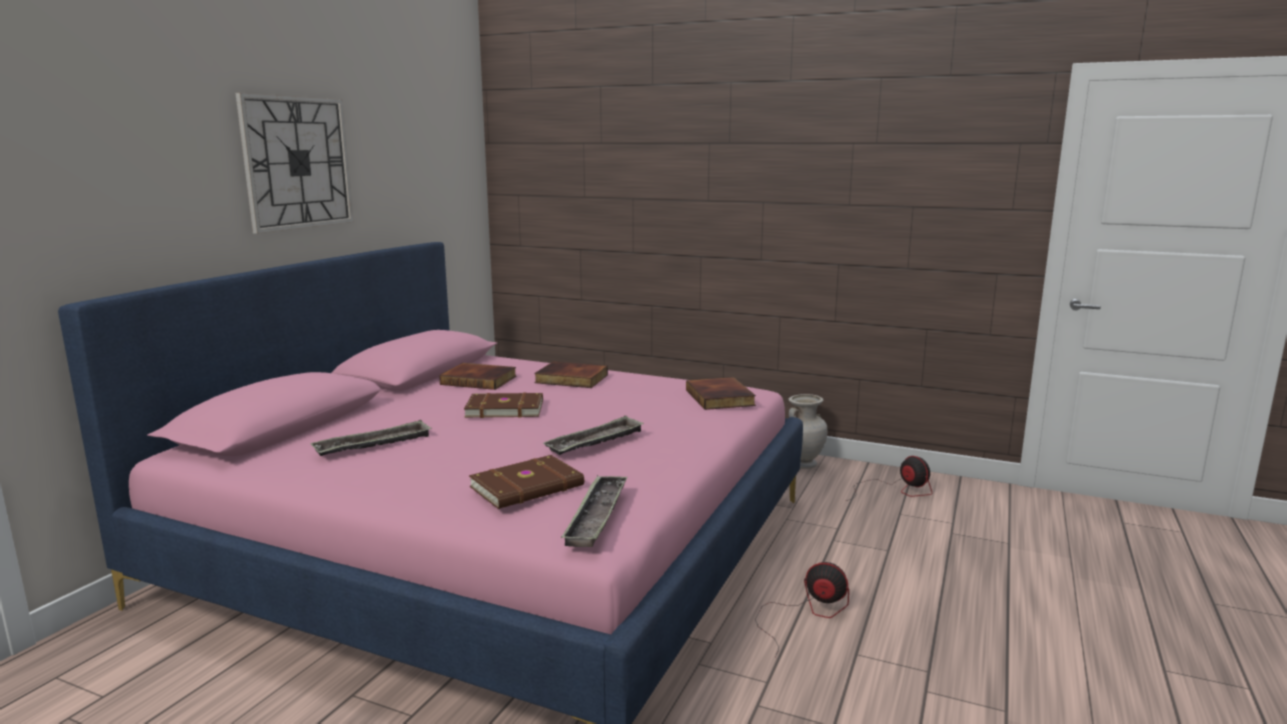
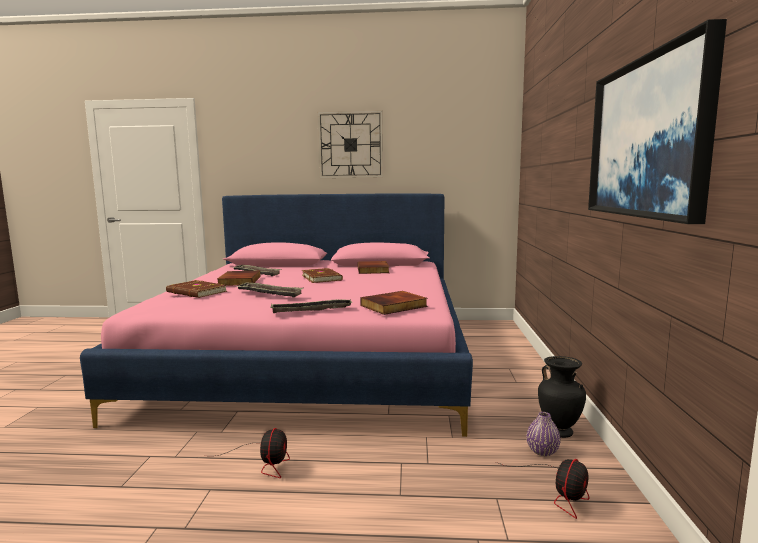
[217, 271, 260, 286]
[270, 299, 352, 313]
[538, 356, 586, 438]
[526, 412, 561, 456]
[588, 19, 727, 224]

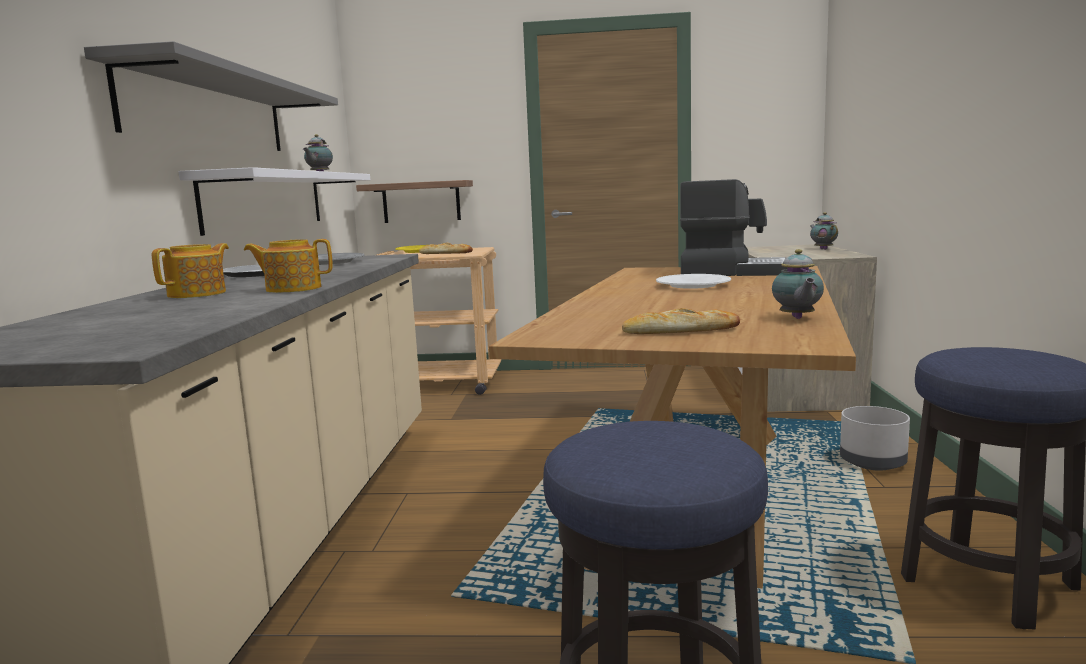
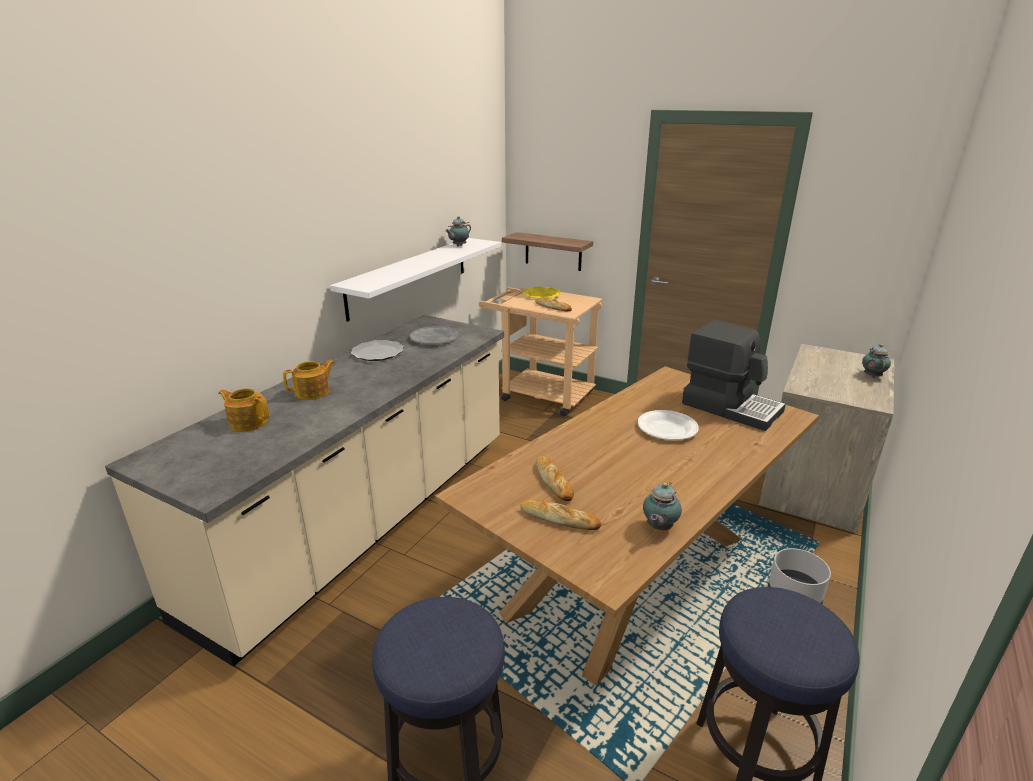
[84, 41, 338, 151] (first image)
[218, 388, 269, 432]
[536, 456, 574, 501]

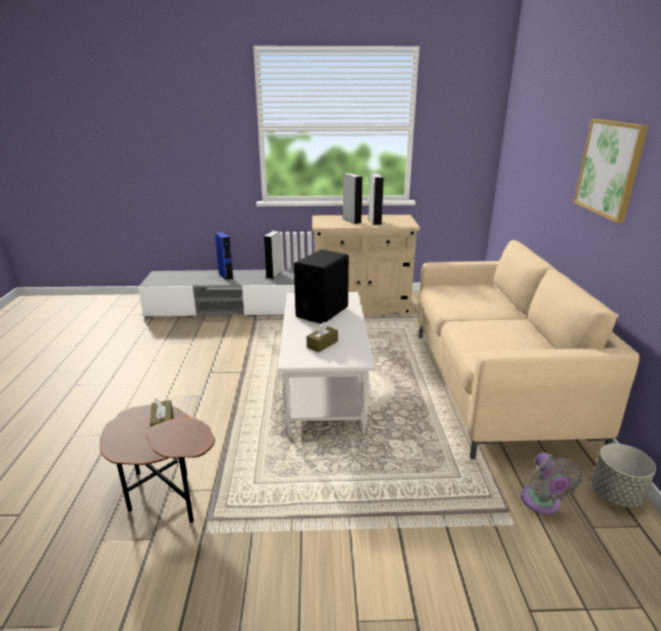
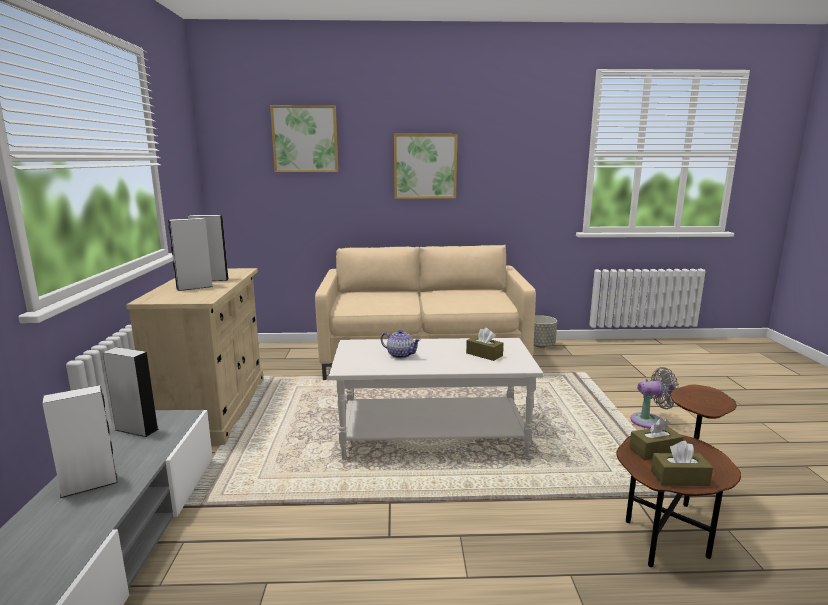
[42, 385, 117, 498]
[381, 330, 421, 359]
[630, 367, 679, 429]
[270, 105, 338, 172]
[651, 441, 713, 486]

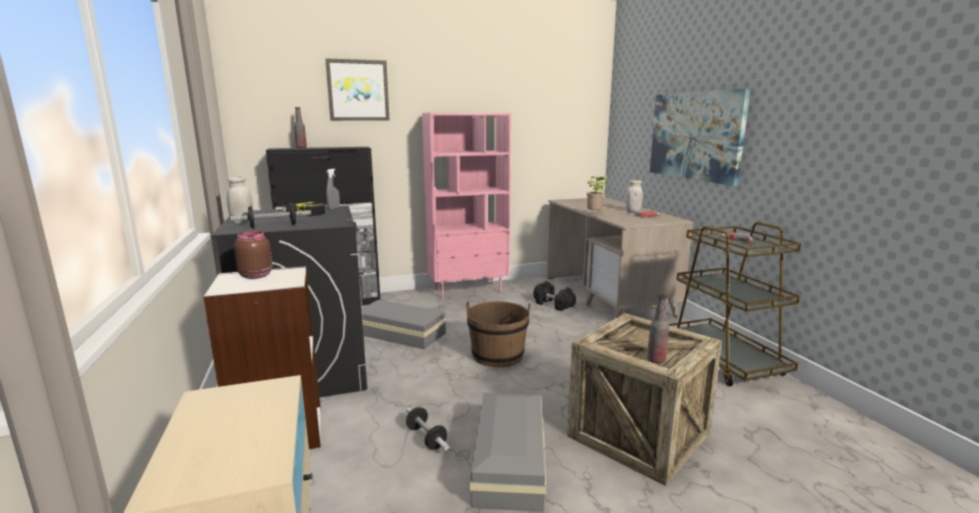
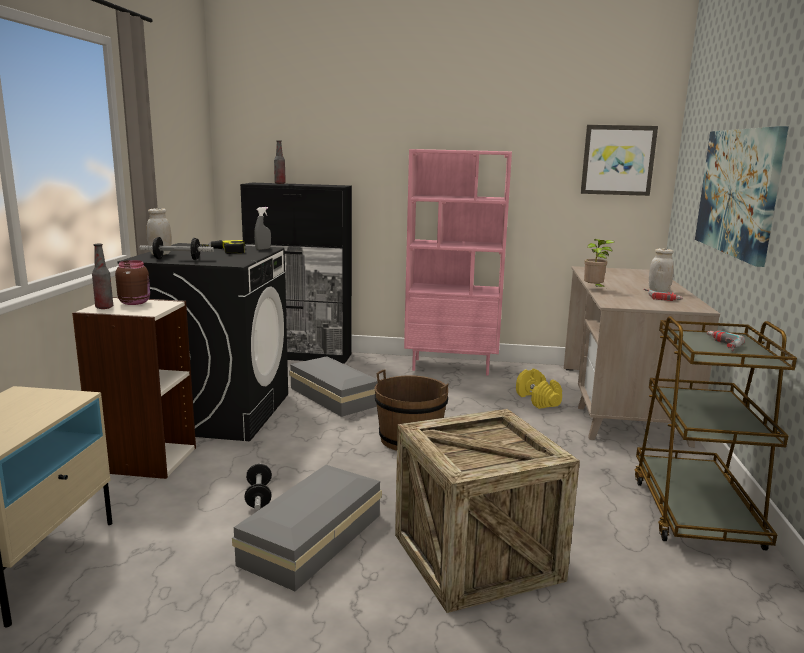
[581, 125, 658, 196]
[516, 369, 562, 409]
[92, 244, 113, 309]

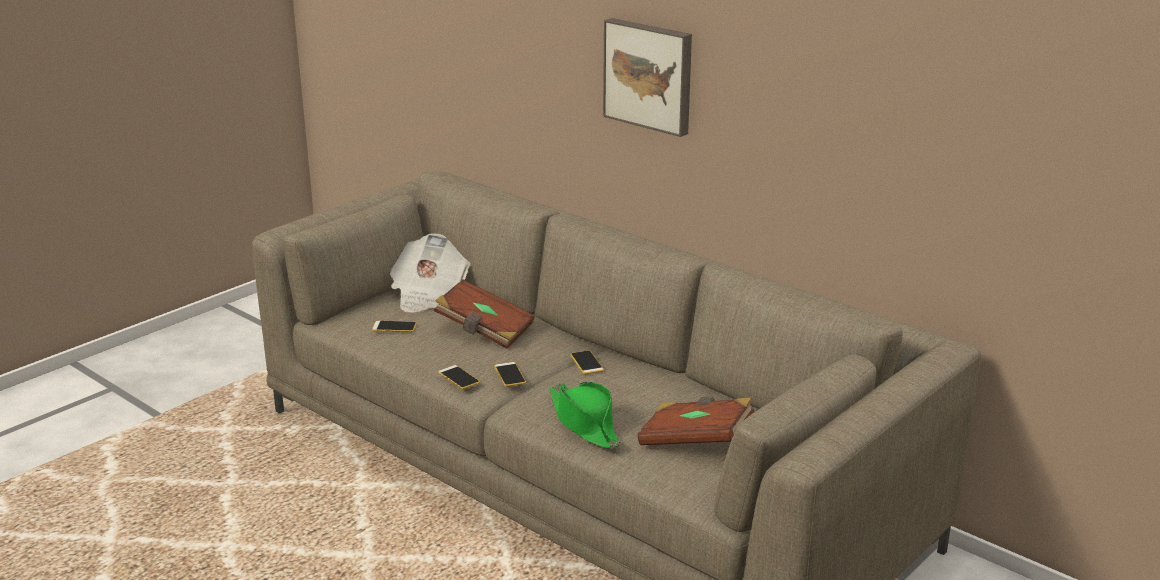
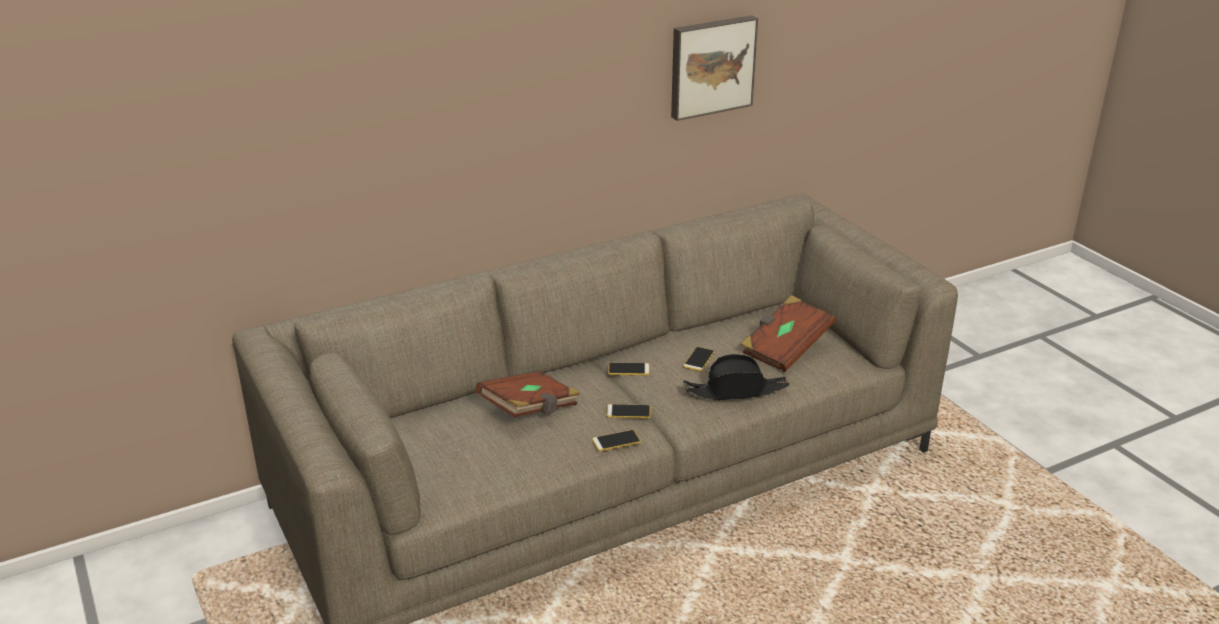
[683, 347, 715, 372]
[389, 233, 471, 312] (first image)
[682, 354, 790, 401]
[671, 15, 758, 121]

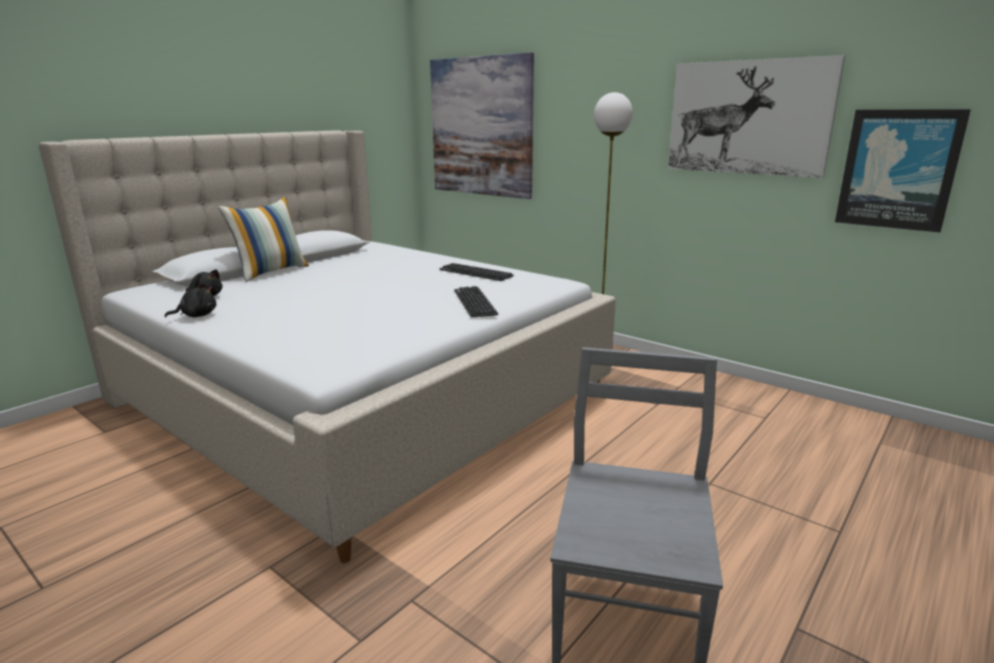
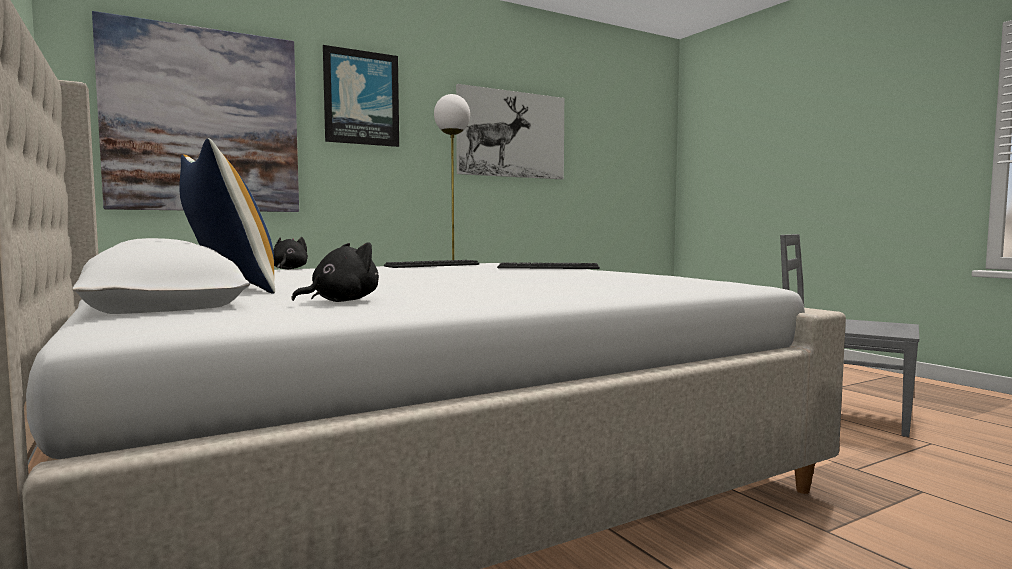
[273, 237, 308, 269]
[323, 45, 399, 147]

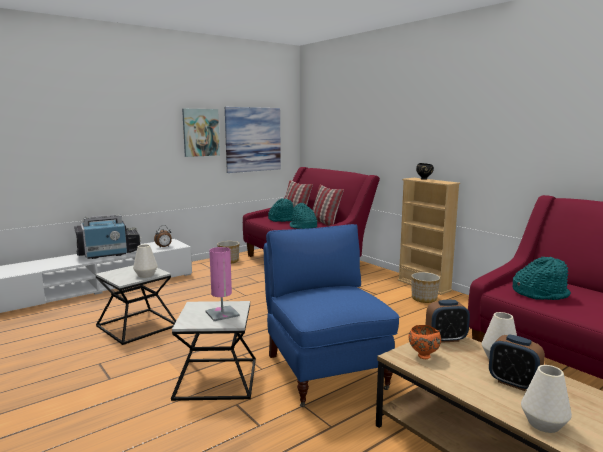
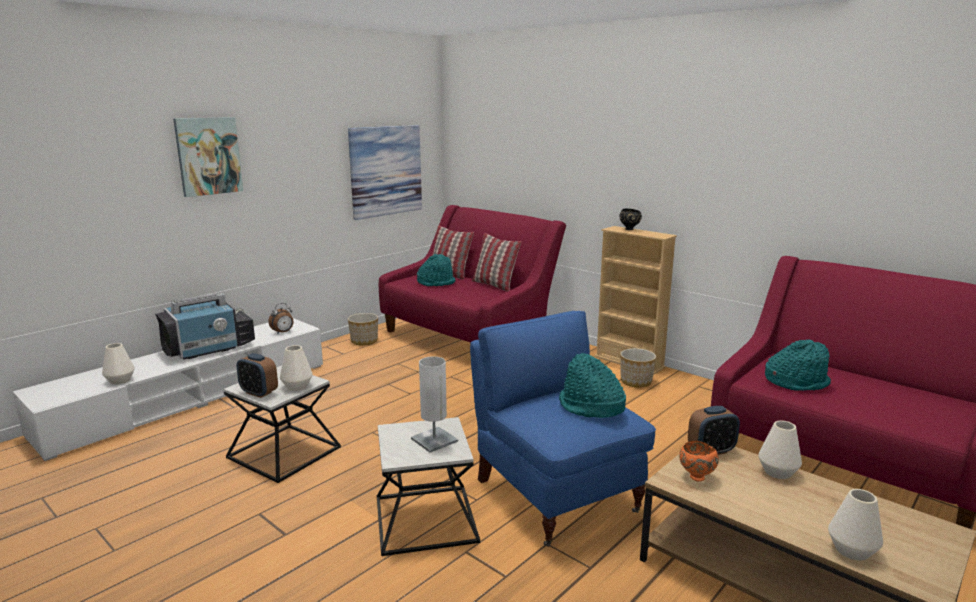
[173, 117, 243, 197]
[411, 357, 458, 453]
[559, 353, 626, 418]
[237, 353, 278, 398]
[102, 343, 135, 384]

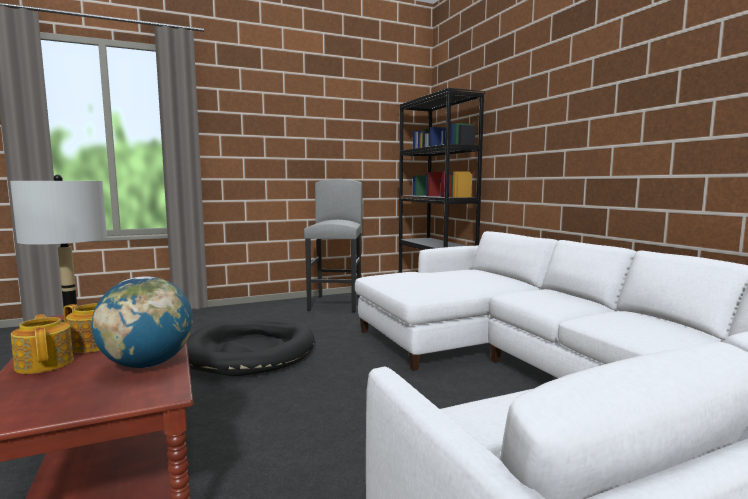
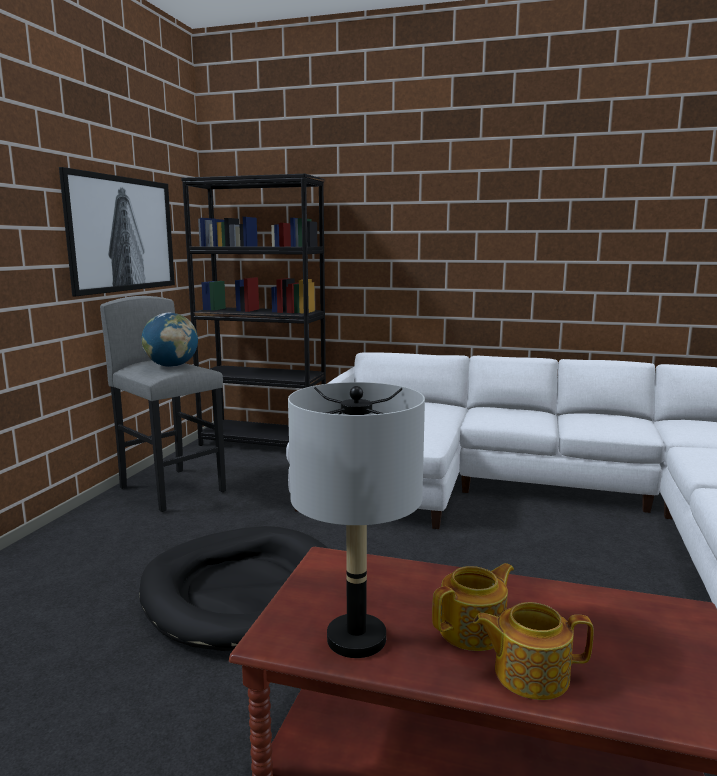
[142, 313, 198, 367]
[59, 167, 175, 296]

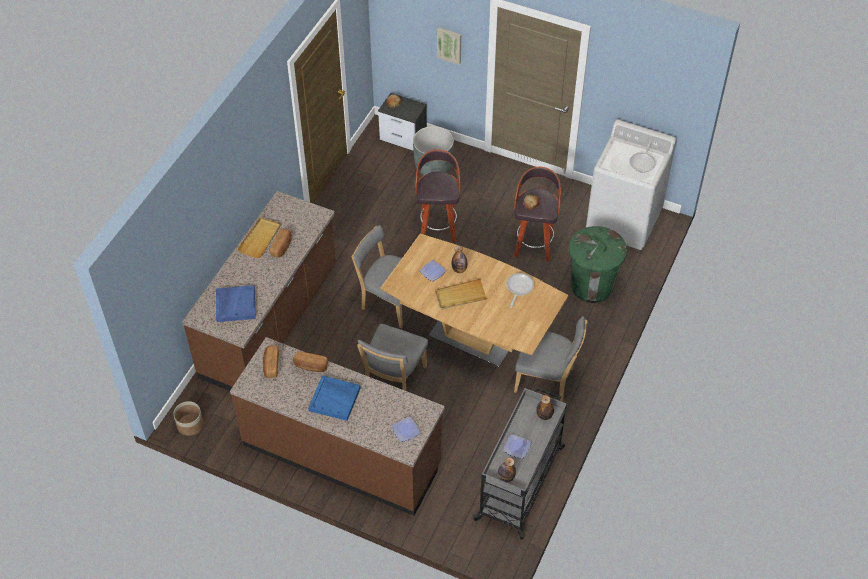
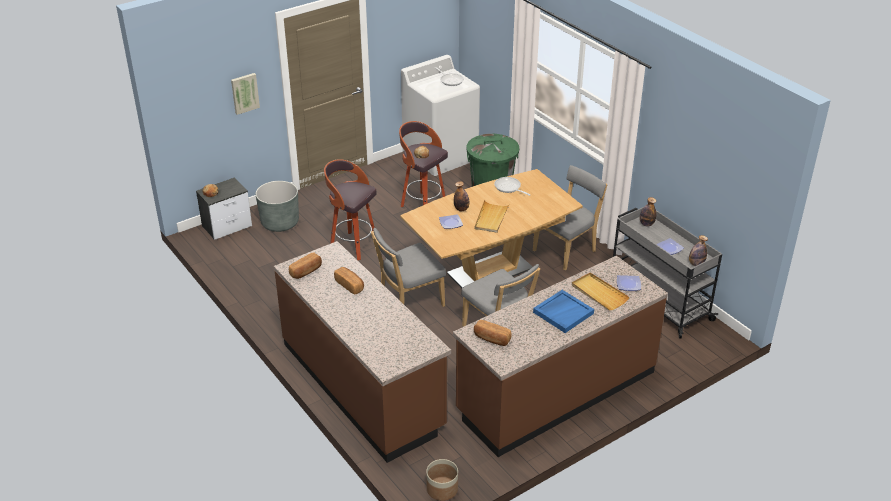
[216, 285, 256, 322] (first image)
[572, 273, 630, 311]
[289, 252, 322, 279]

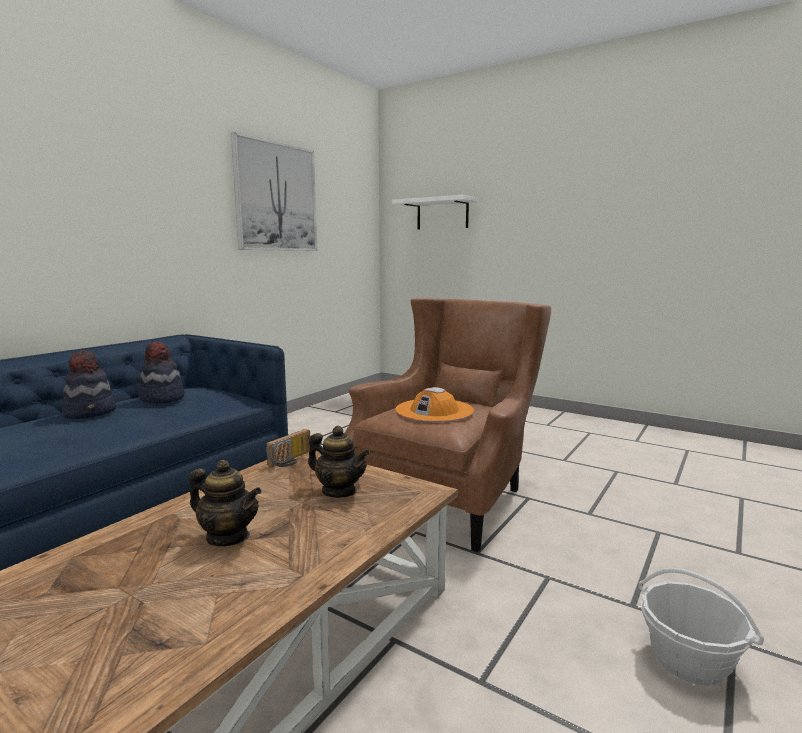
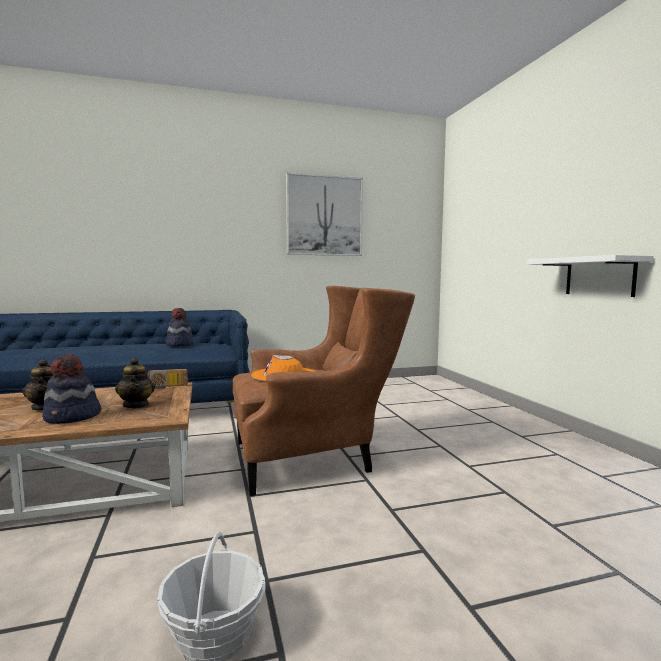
[42, 355, 101, 424]
[527, 255, 653, 297]

